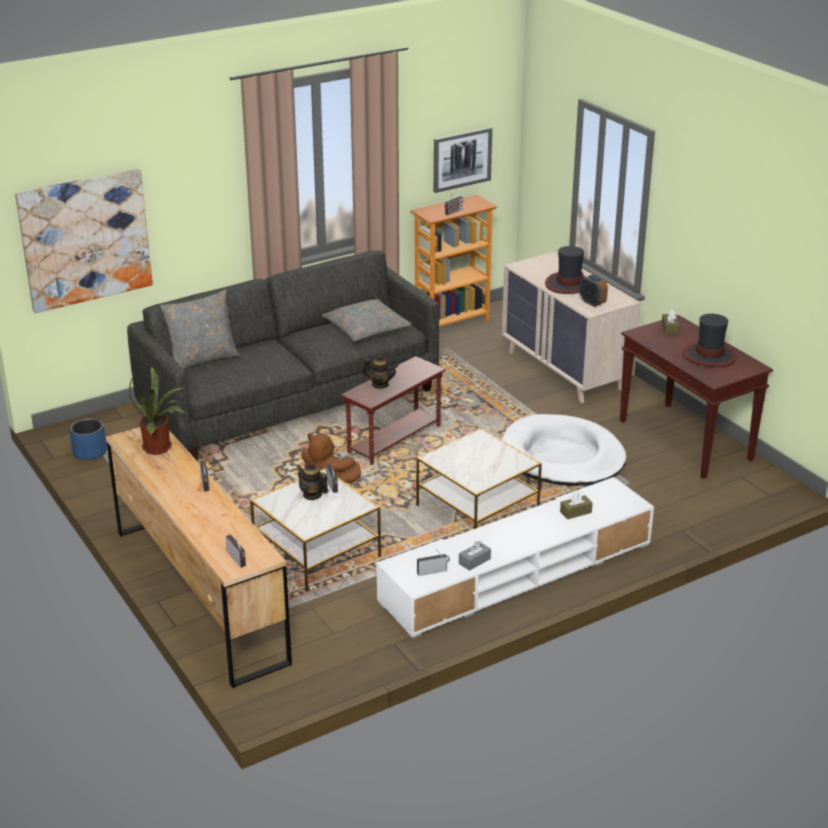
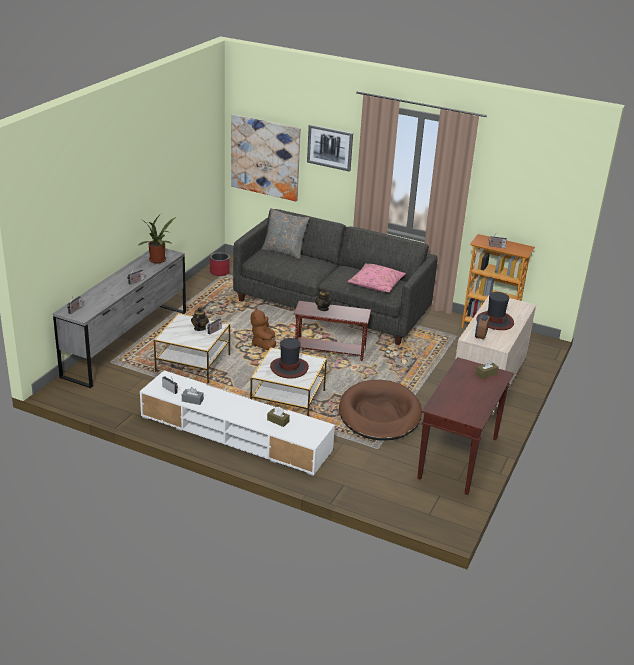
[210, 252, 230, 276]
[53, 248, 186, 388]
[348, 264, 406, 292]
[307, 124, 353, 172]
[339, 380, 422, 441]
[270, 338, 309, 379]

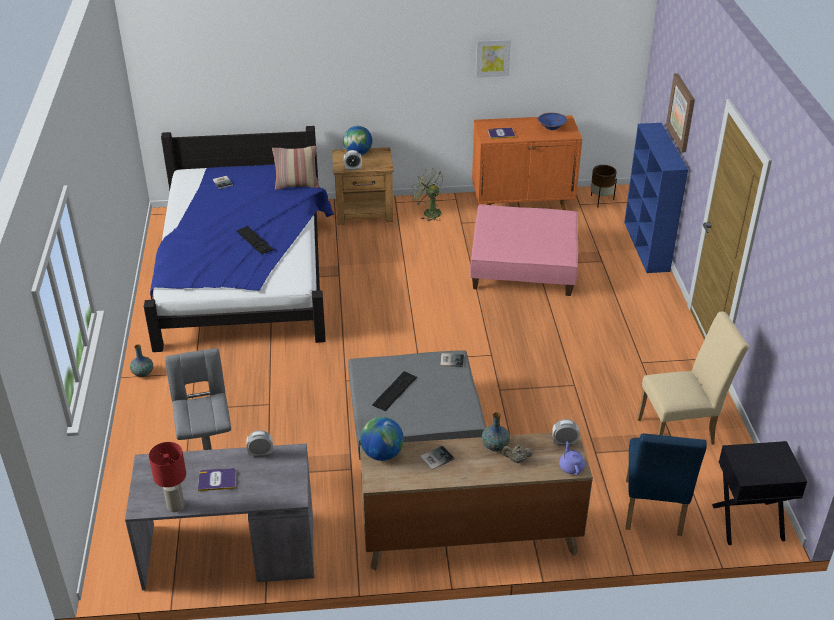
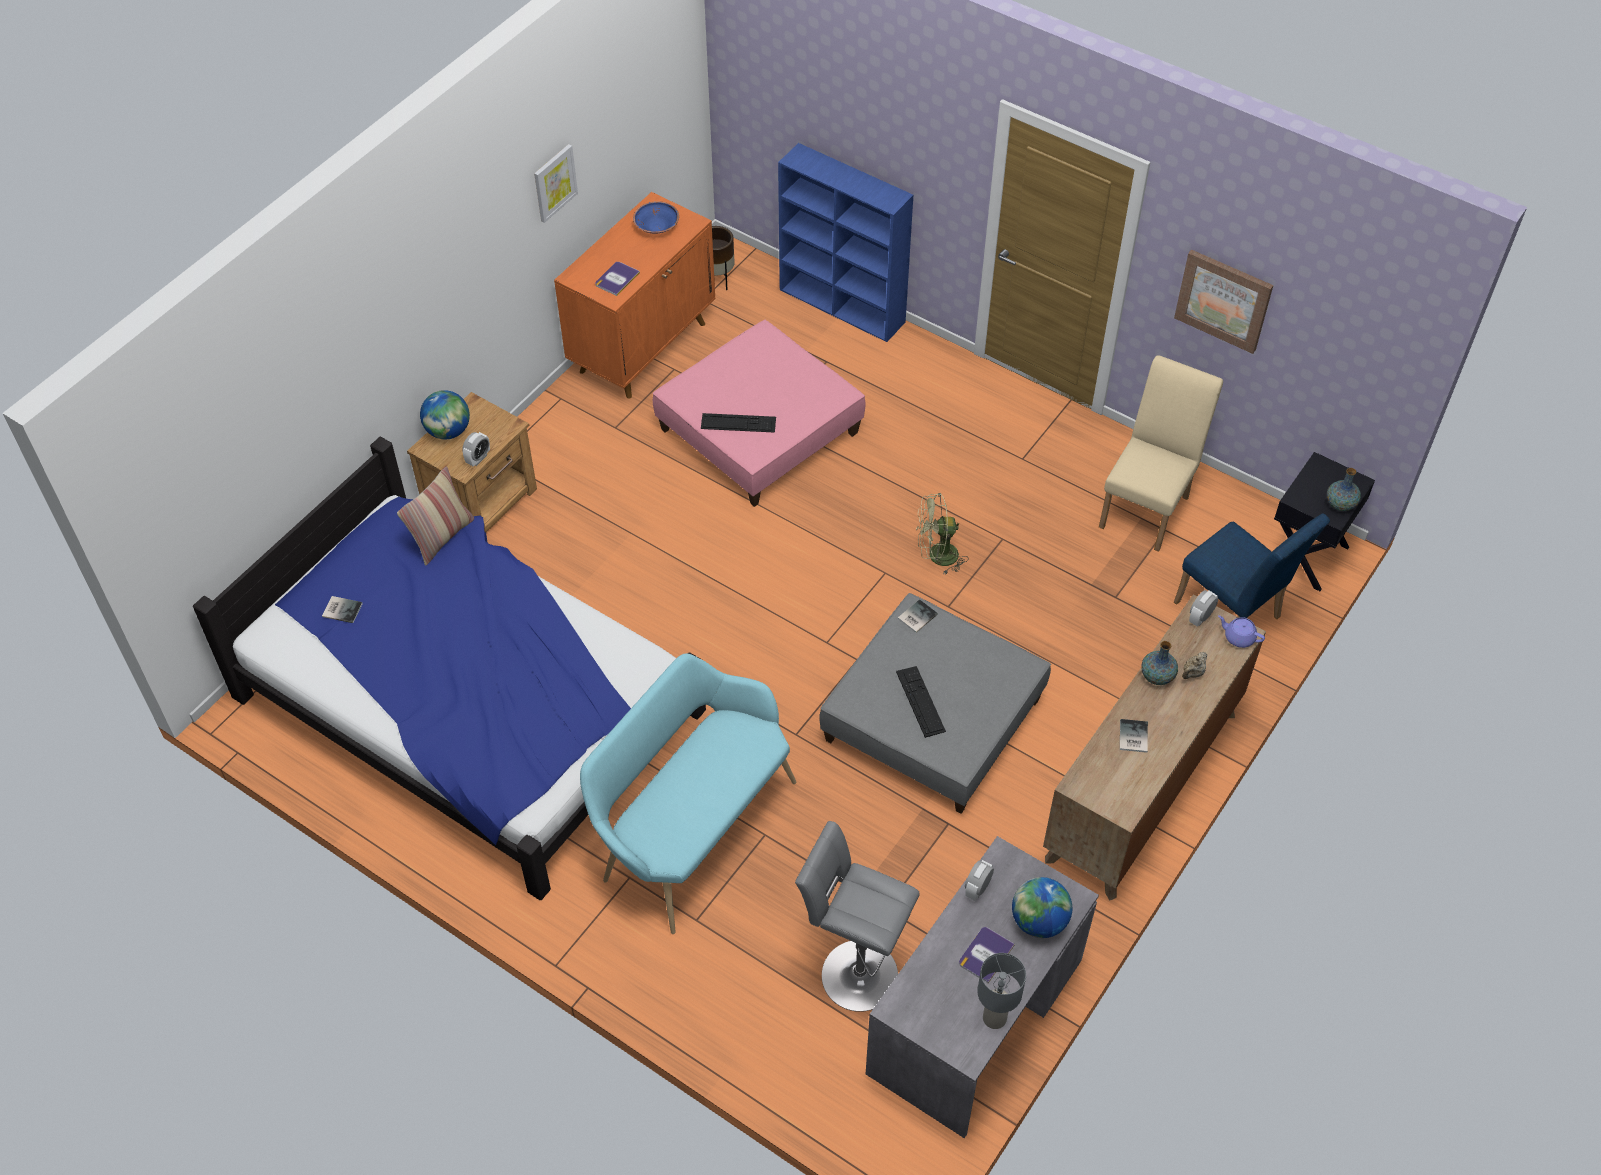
[1327, 468, 1361, 511]
[977, 953, 1026, 1029]
[701, 413, 776, 433]
[1012, 877, 1072, 938]
[916, 493, 969, 574]
[1174, 250, 1273, 354]
[580, 653, 796, 934]

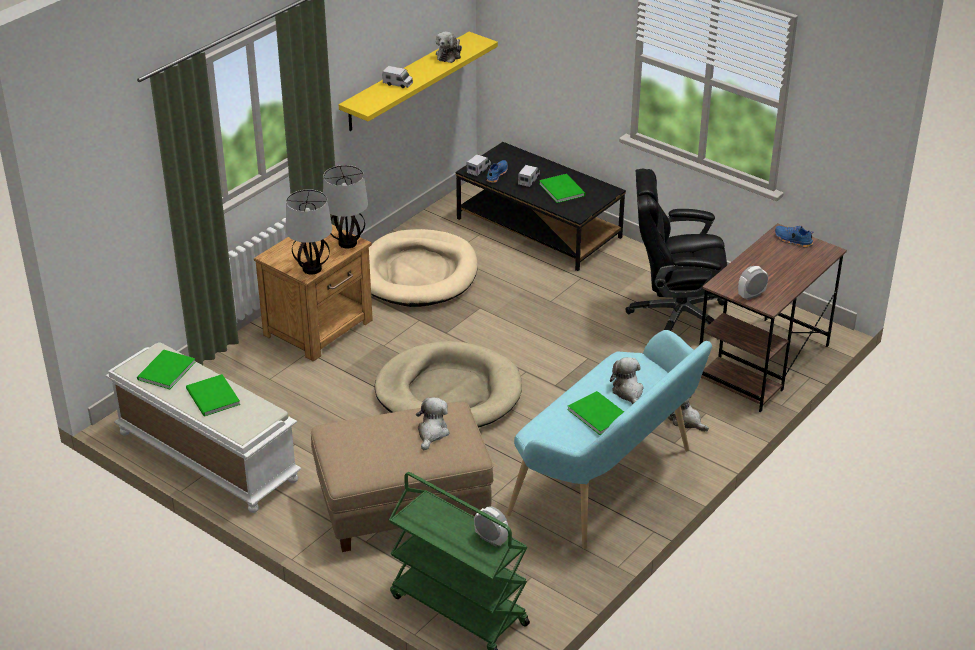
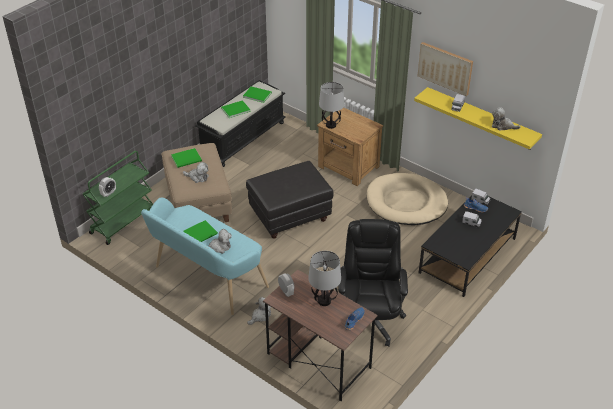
[195, 80, 285, 167]
[308, 251, 341, 306]
[246, 161, 334, 239]
[171, 148, 202, 168]
[418, 42, 473, 96]

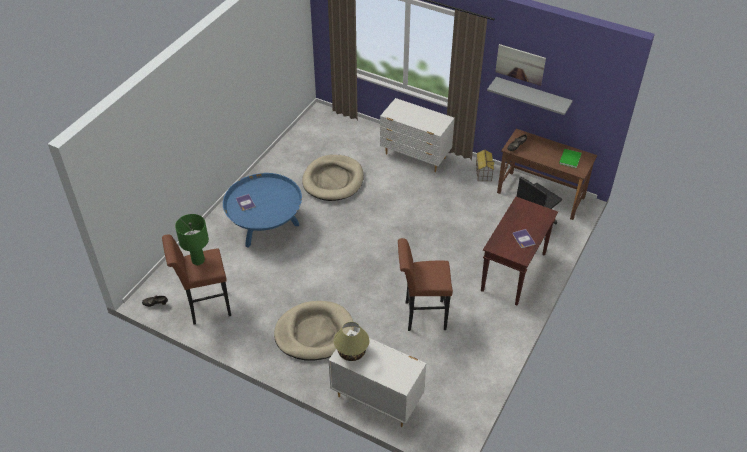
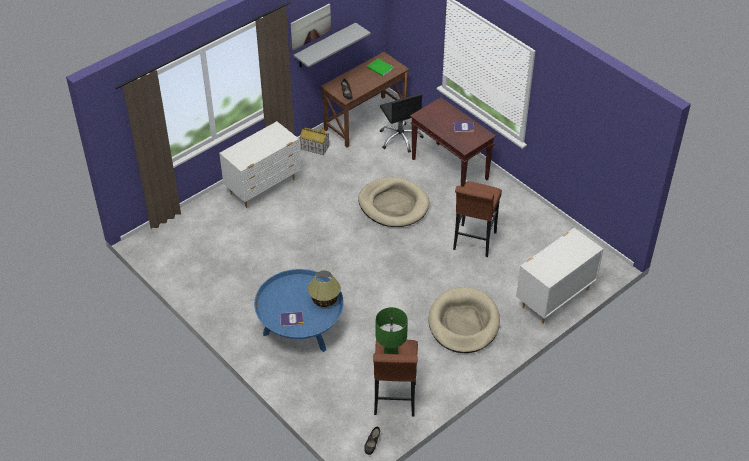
[358, 177, 429, 227]
[308, 270, 341, 307]

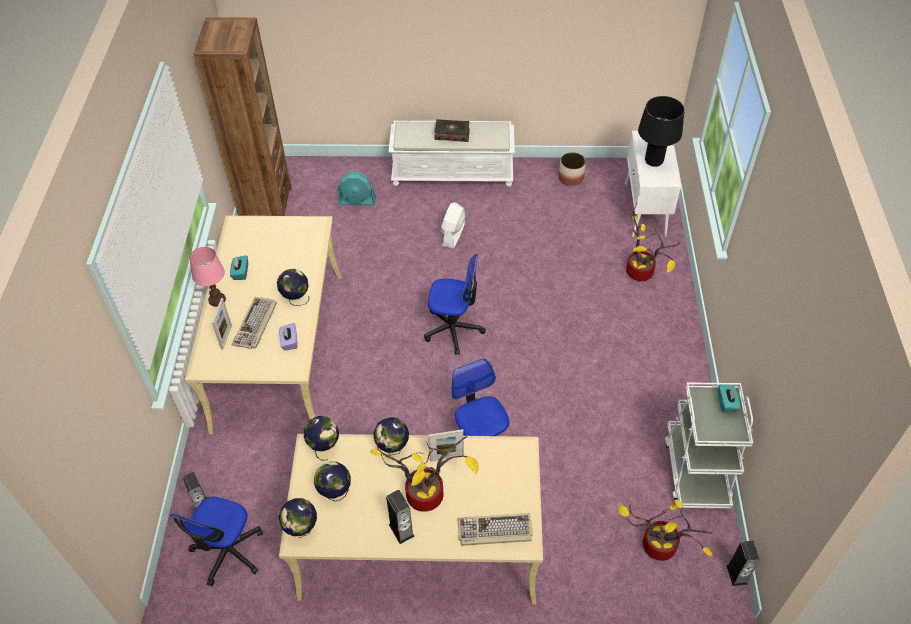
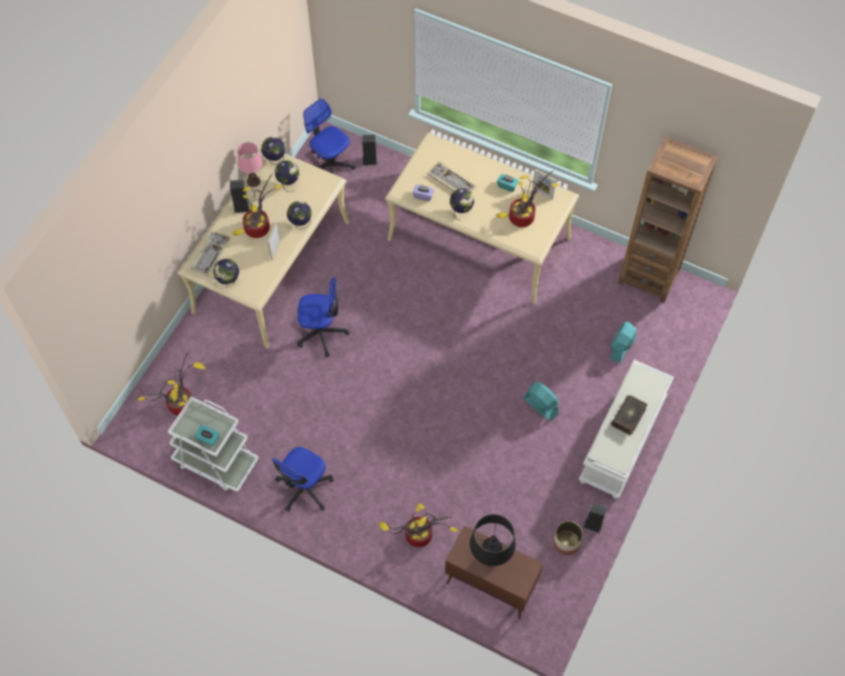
[237, 142, 263, 187]
[532, 169, 556, 200]
[213, 259, 239, 287]
[272, 447, 333, 512]
[524, 382, 559, 421]
[445, 525, 543, 620]
[583, 503, 607, 533]
[496, 170, 559, 227]

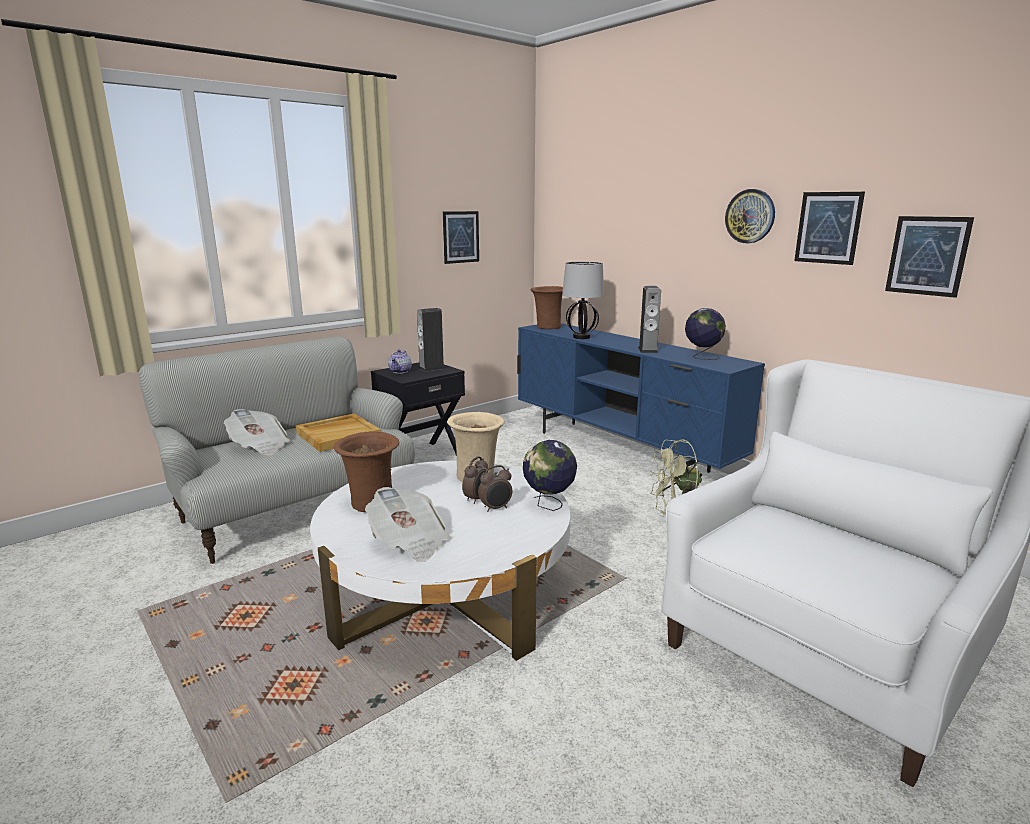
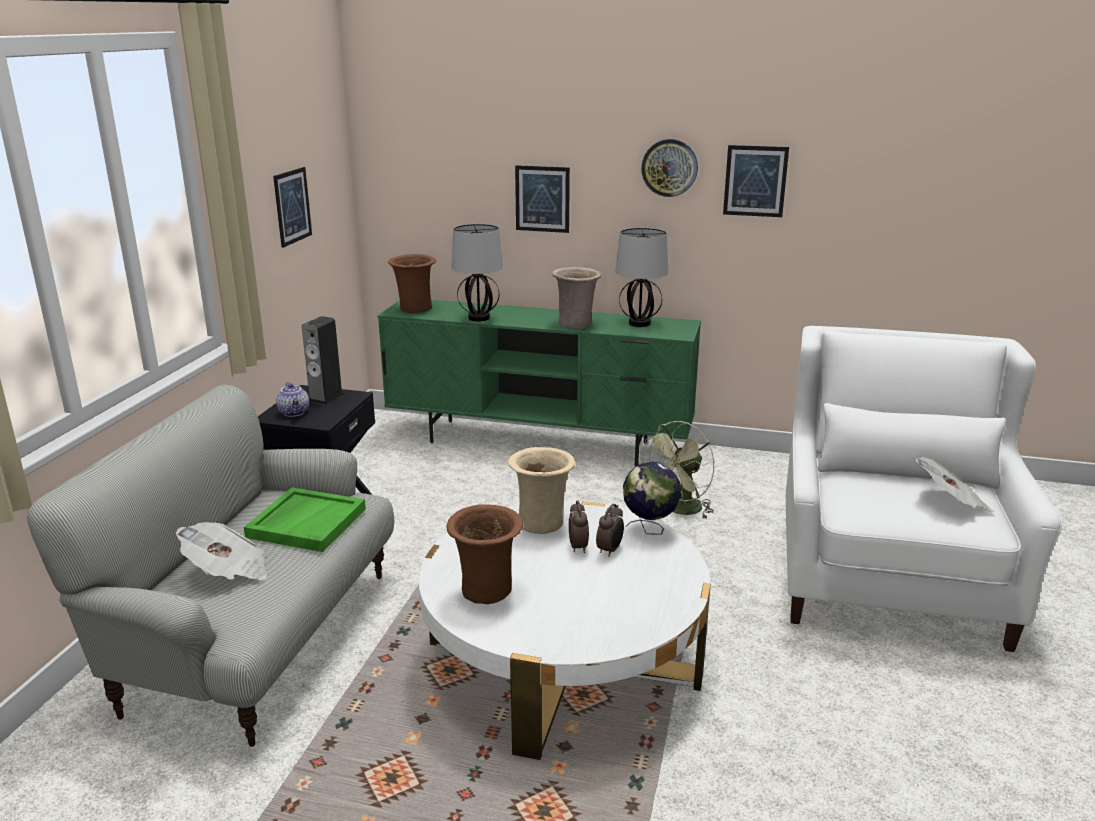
[244, 488, 366, 552]
[913, 457, 994, 512]
[378, 300, 701, 467]
[552, 267, 602, 329]
[615, 228, 668, 327]
[515, 165, 570, 233]

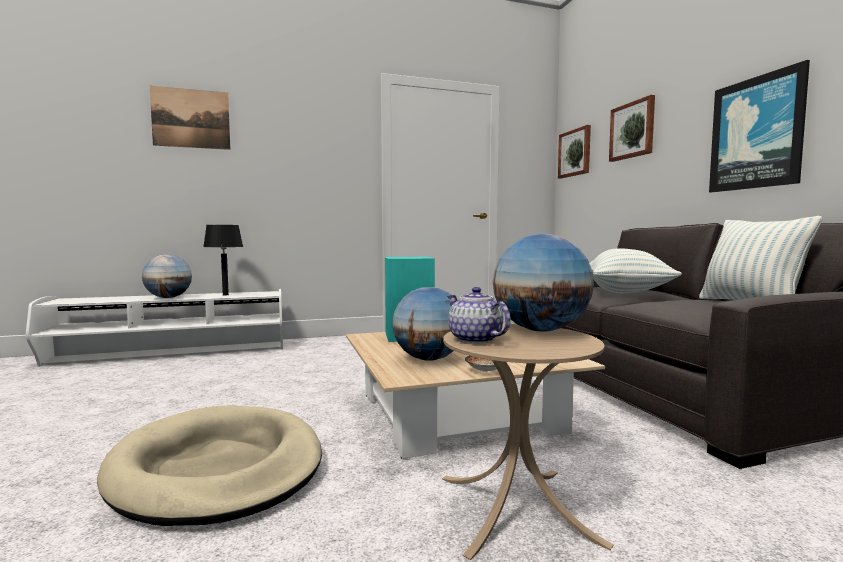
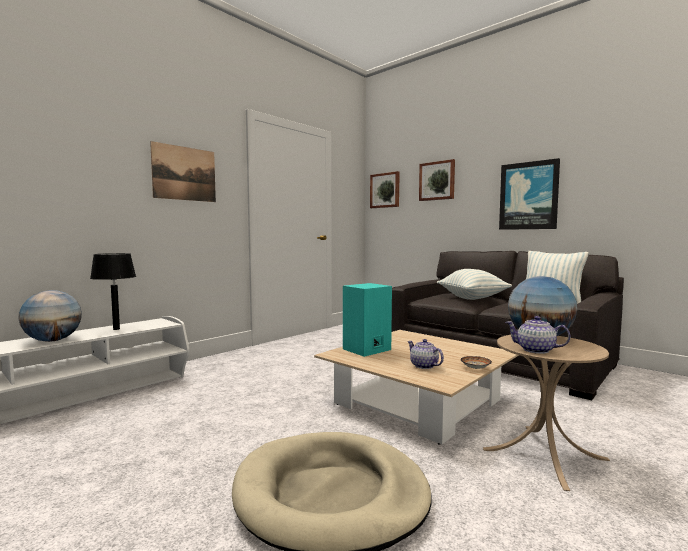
[150, 141, 216, 202]
[407, 339, 444, 369]

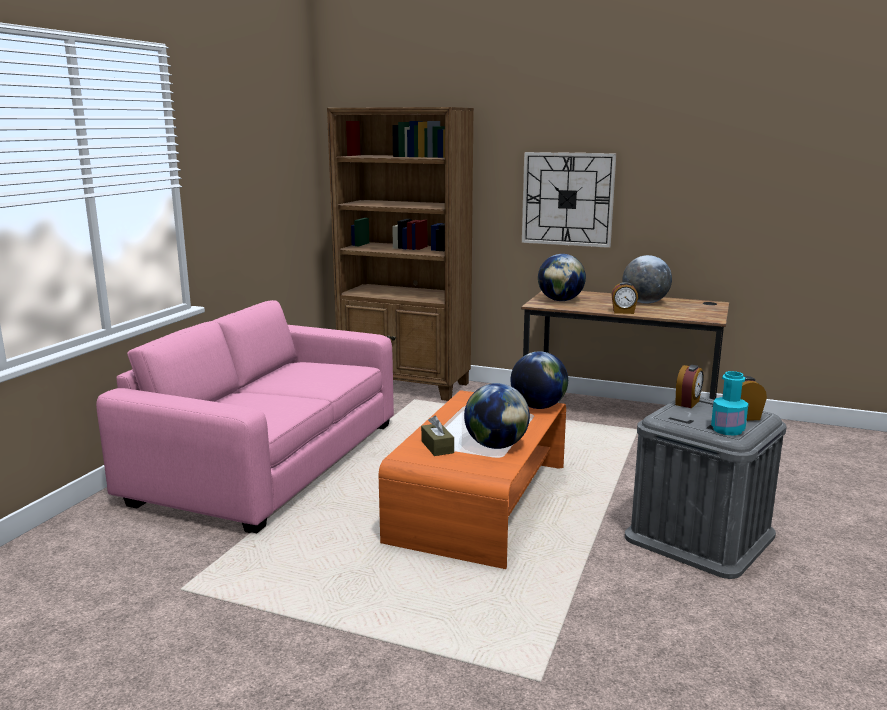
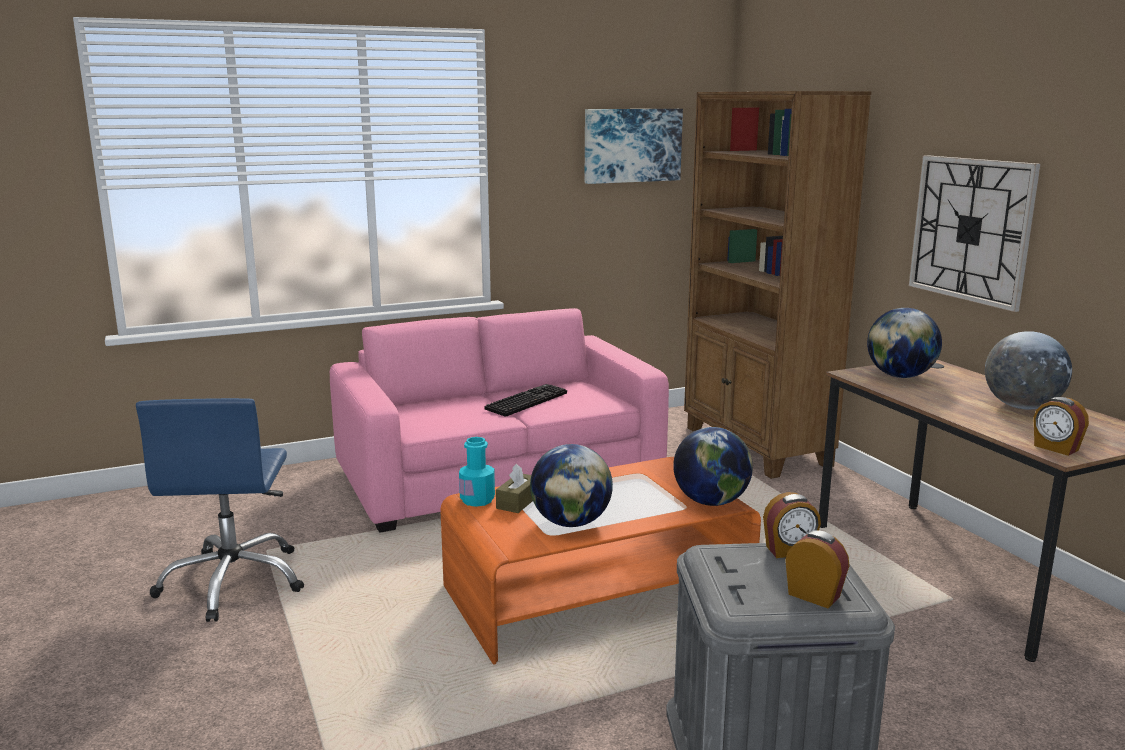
[1033, 397, 1089, 456]
[459, 437, 495, 507]
[136, 398, 304, 622]
[485, 384, 567, 417]
[585, 109, 683, 184]

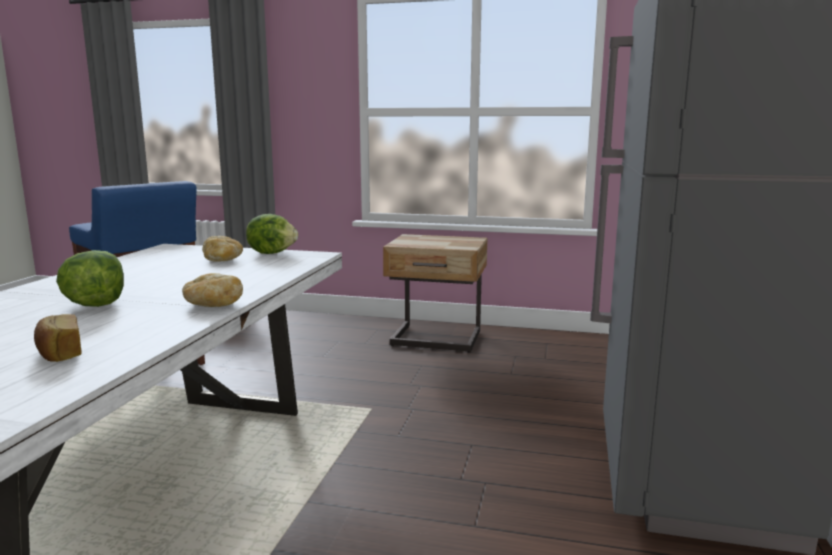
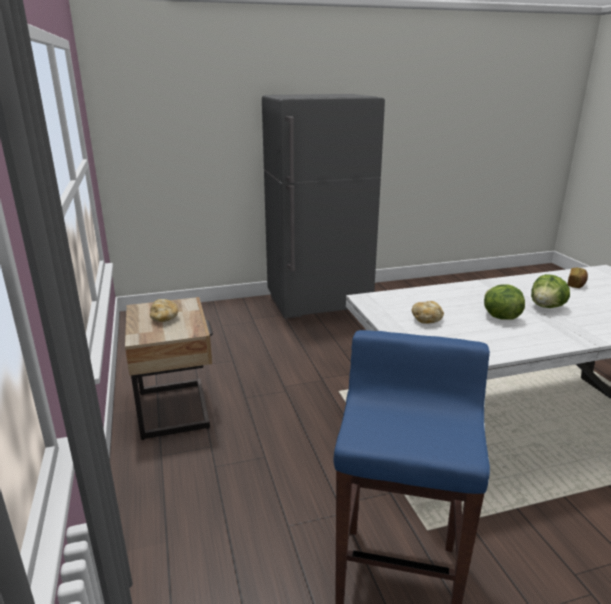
[150, 299, 178, 322]
[484, 284, 525, 320]

